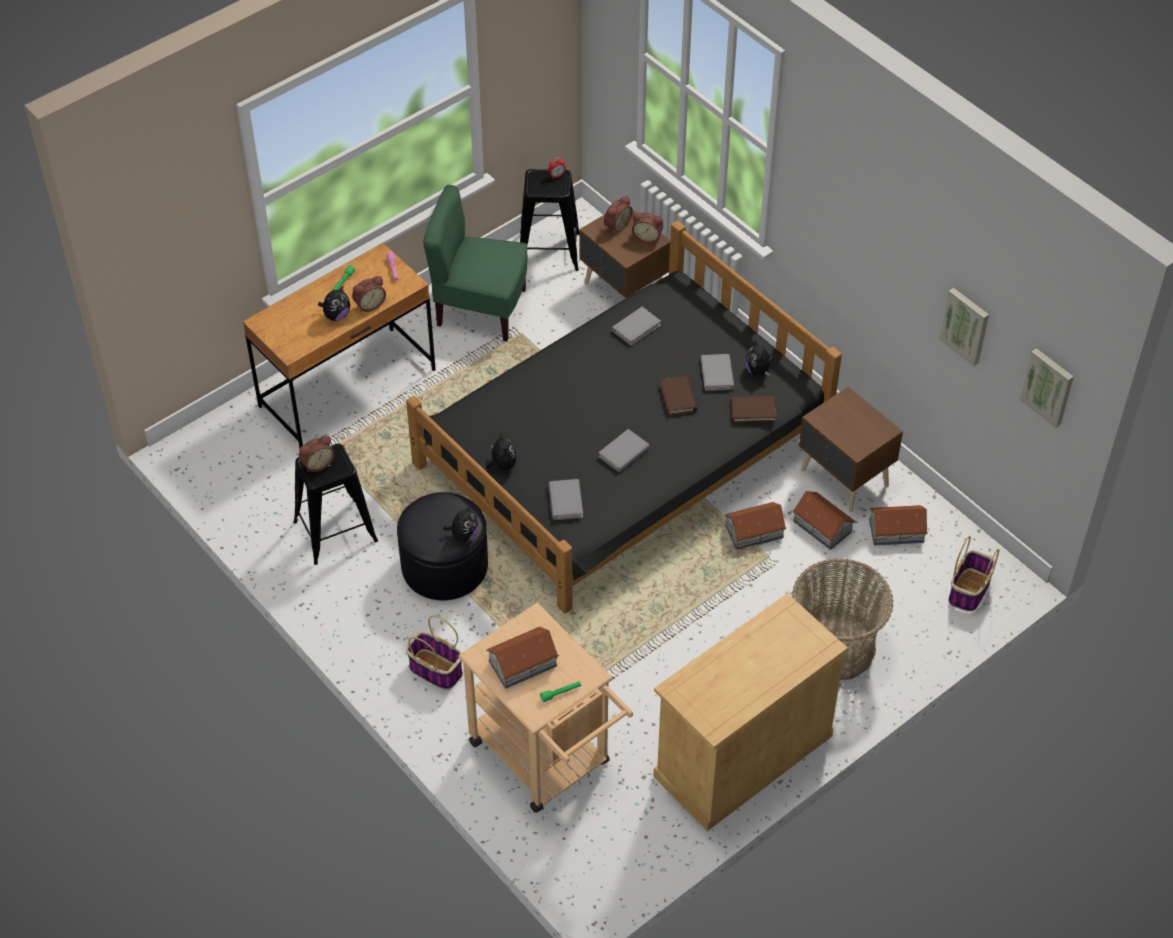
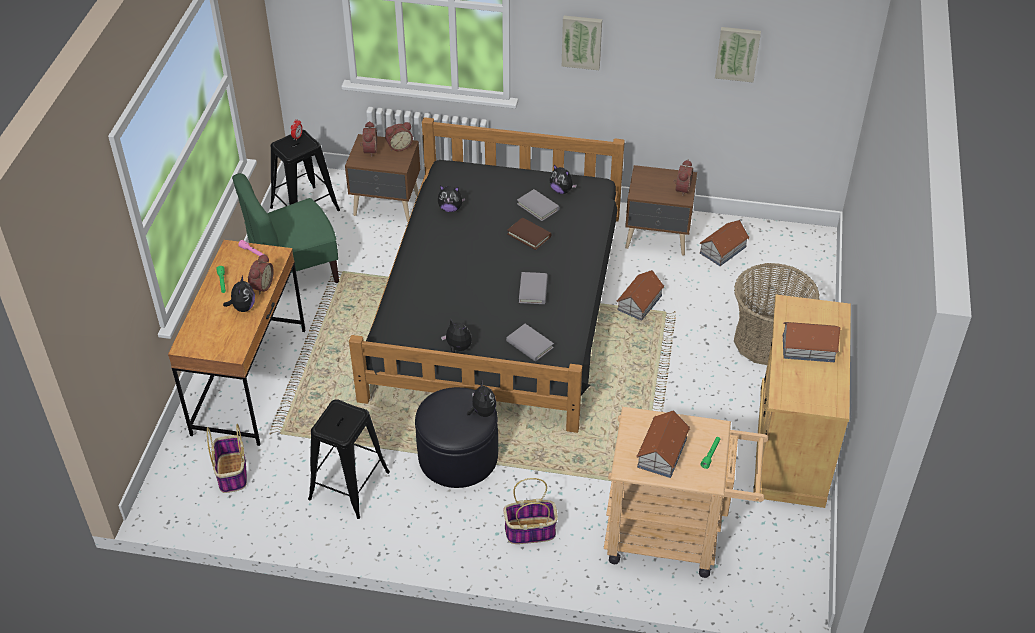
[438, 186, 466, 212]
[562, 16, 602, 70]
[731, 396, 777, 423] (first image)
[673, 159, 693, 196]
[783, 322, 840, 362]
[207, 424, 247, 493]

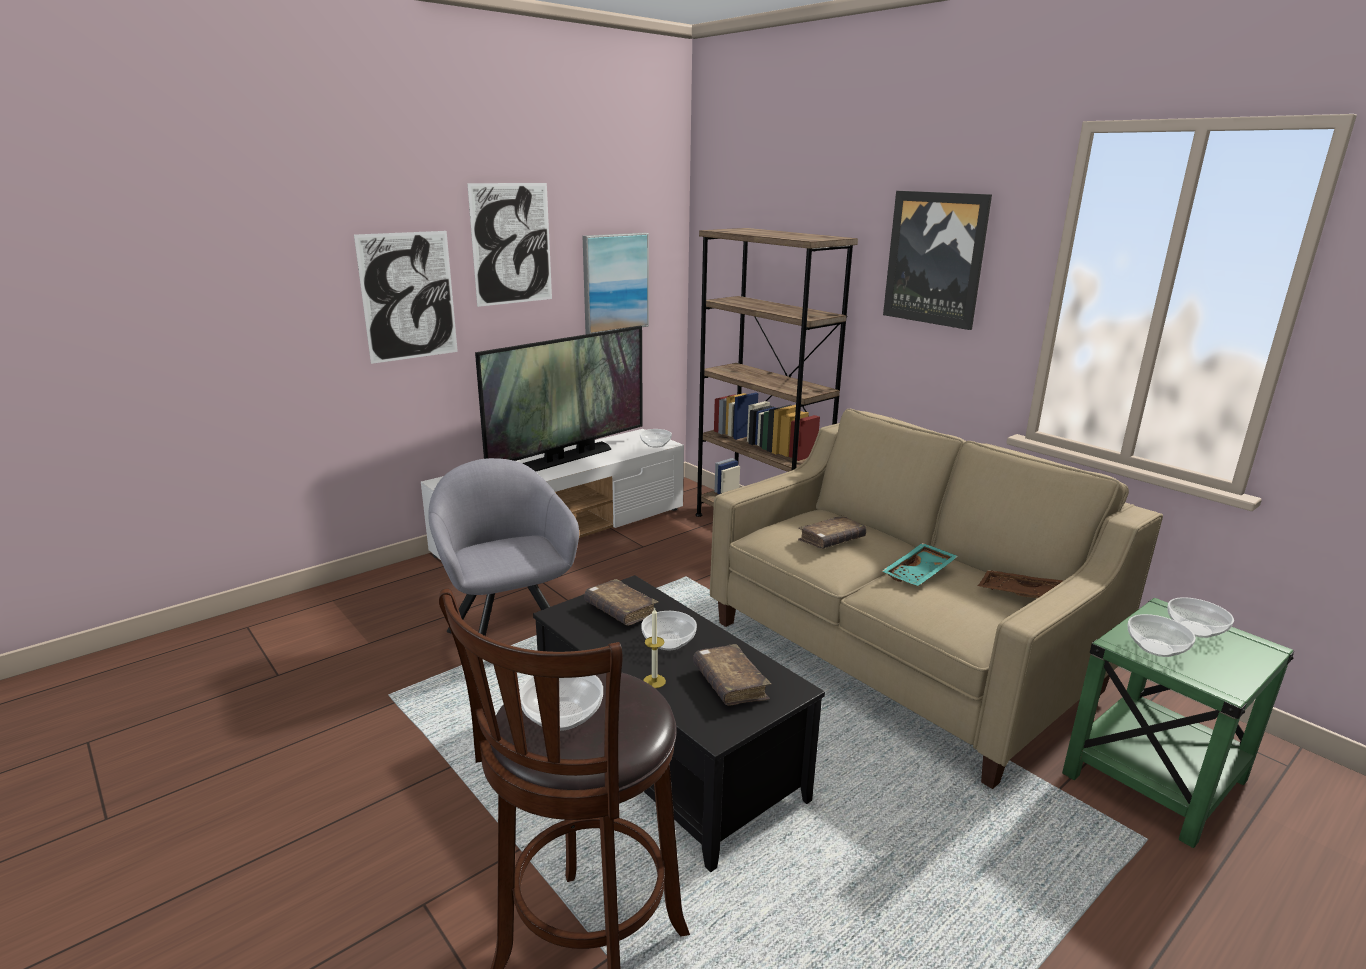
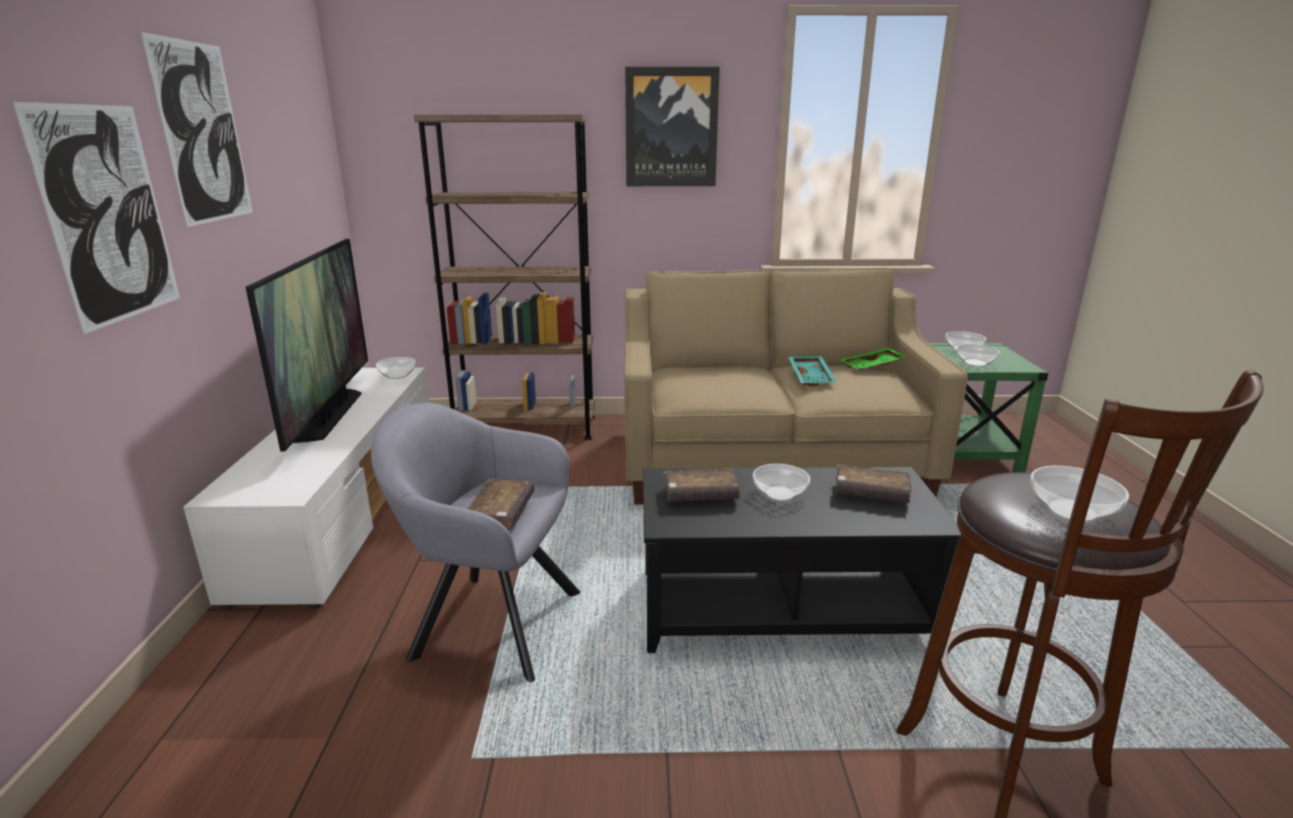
[583, 233, 649, 334] (first image)
[468, 479, 534, 531]
[841, 348, 905, 369]
[643, 607, 666, 688] (first image)

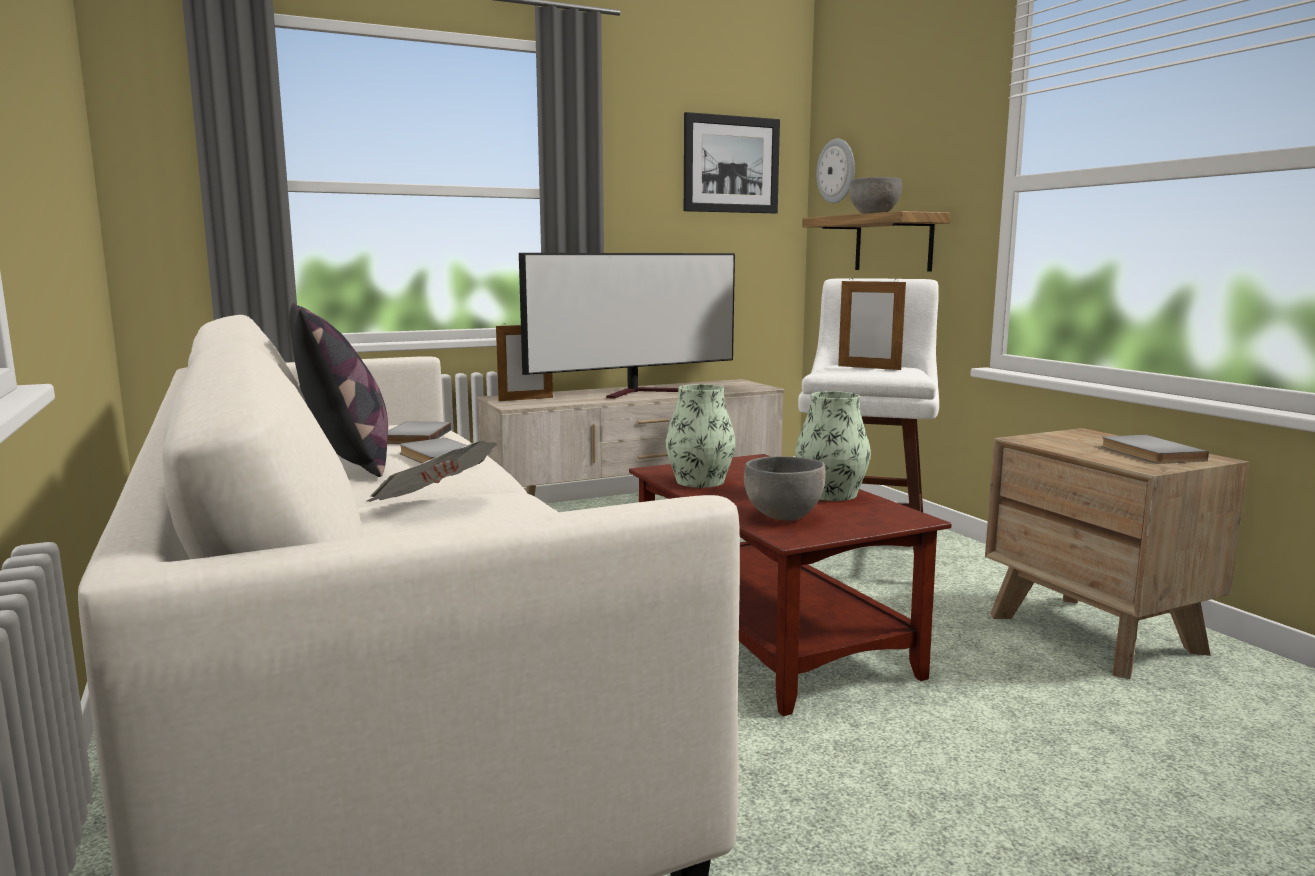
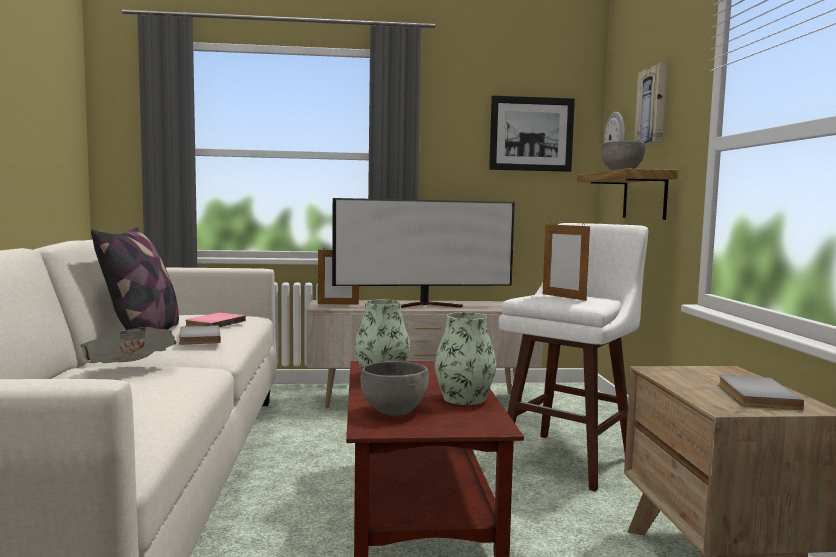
[186, 313, 246, 327]
[634, 63, 667, 145]

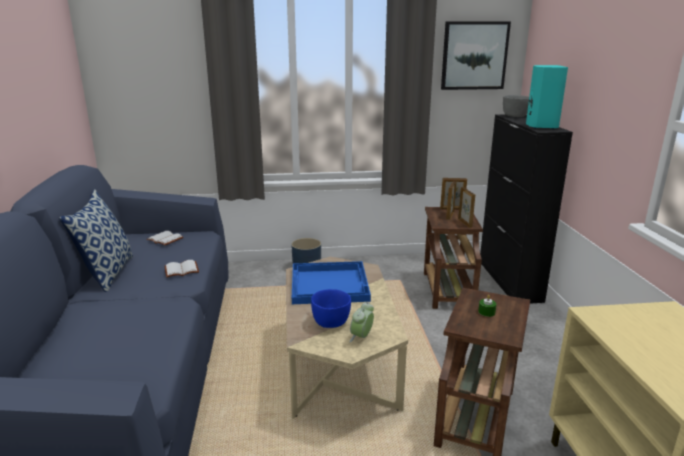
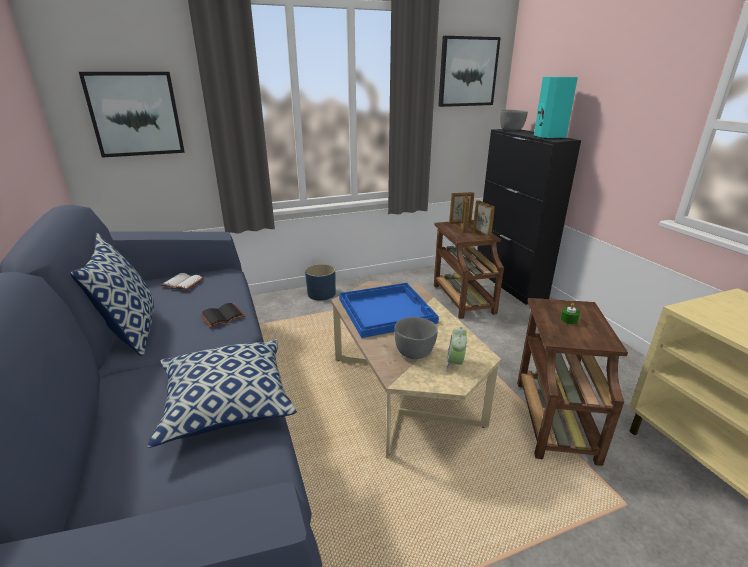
[200, 303, 245, 328]
[394, 317, 438, 359]
[79, 72, 185, 158]
[148, 339, 297, 448]

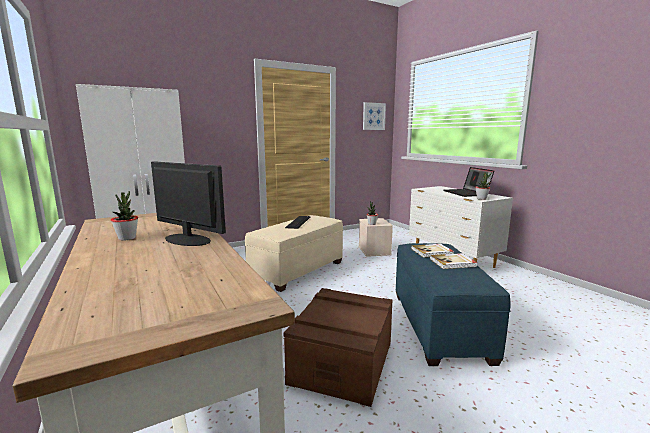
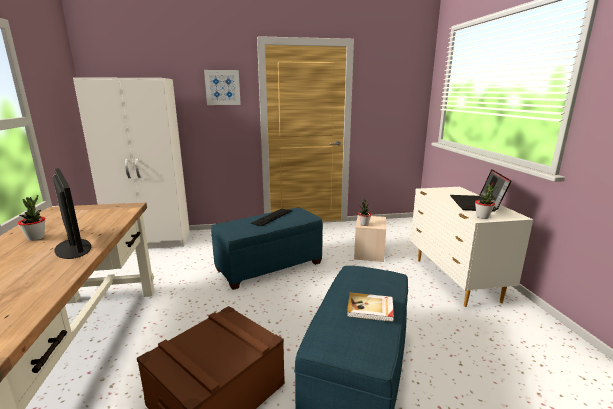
[204, 70, 241, 105]
[211, 207, 323, 290]
[411, 244, 454, 258] (first image)

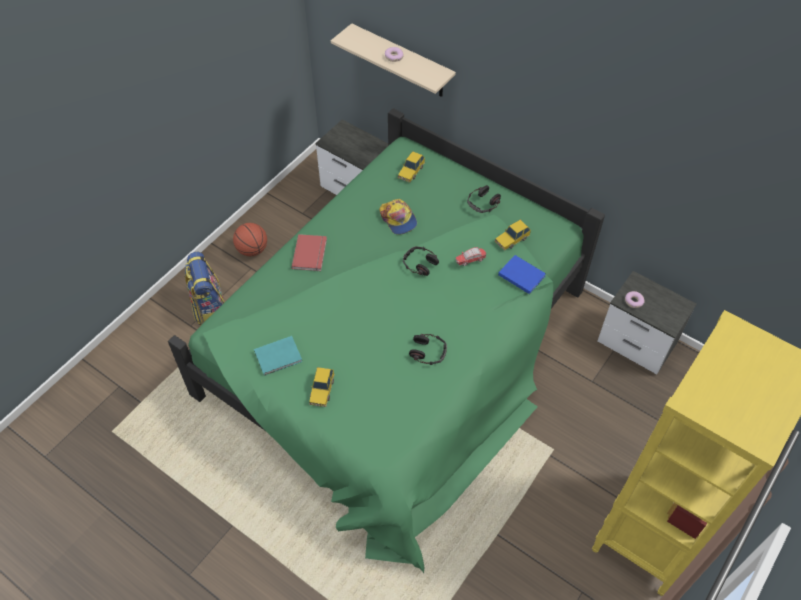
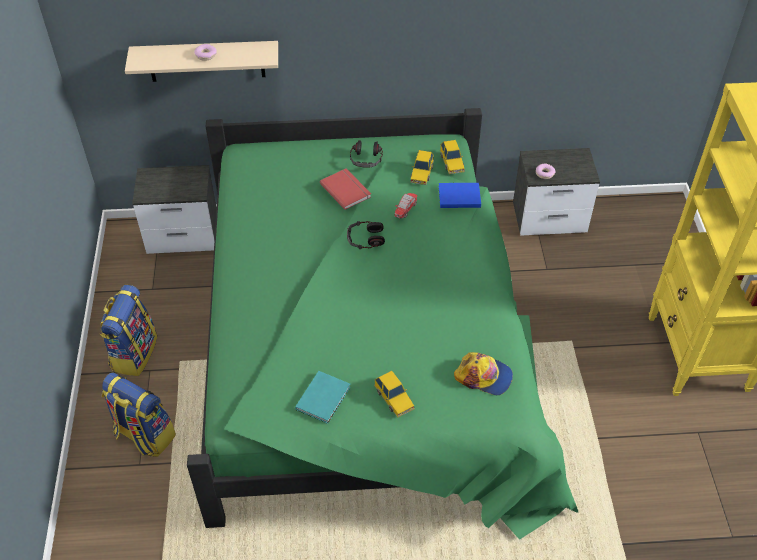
[440, 140, 465, 174]
[454, 352, 513, 395]
[100, 285, 157, 376]
[320, 169, 371, 210]
[409, 334, 447, 365] (first image)

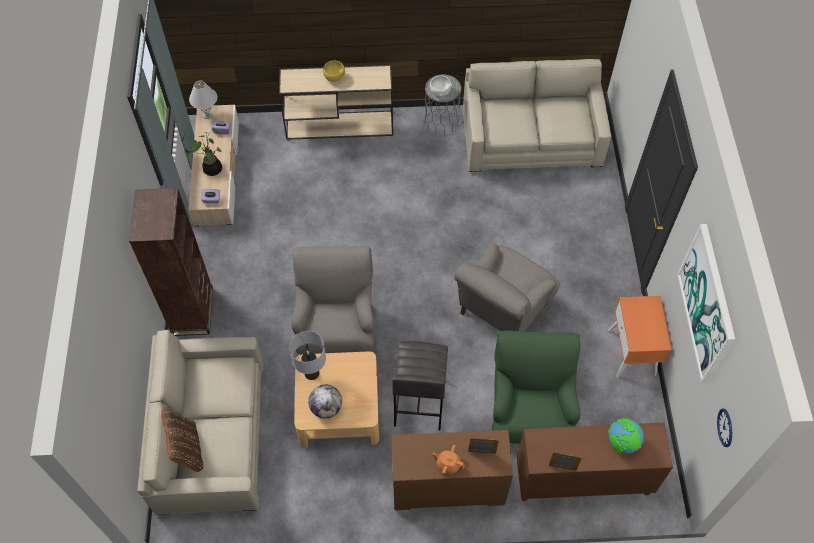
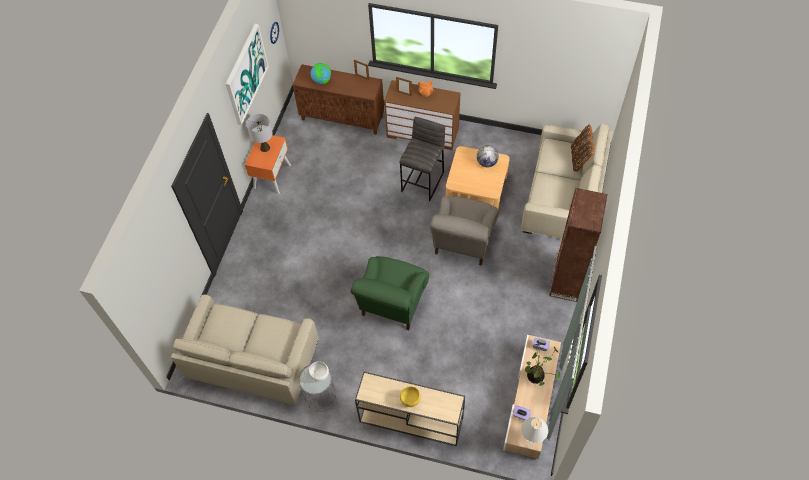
[454, 243, 560, 331] (first image)
[351, 256, 429, 330]
[247, 114, 273, 152]

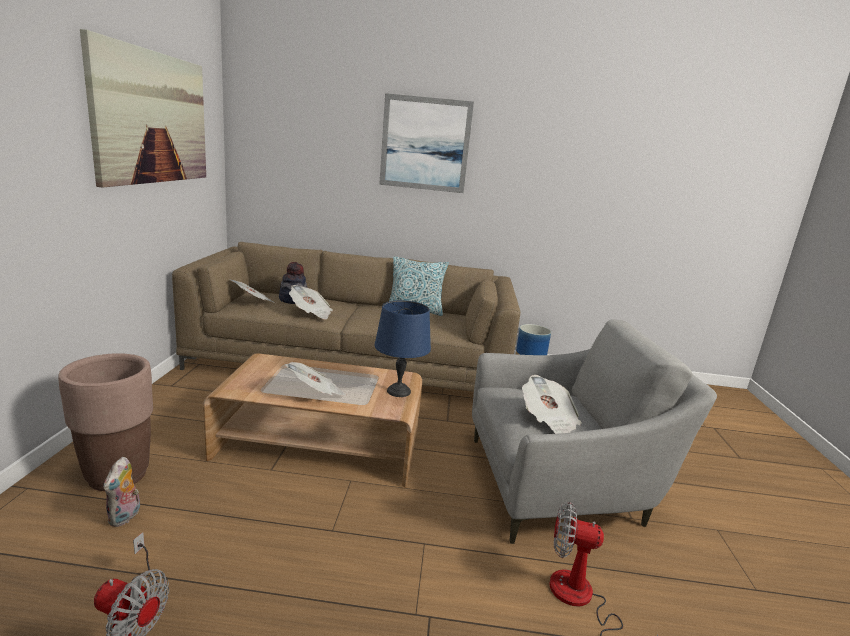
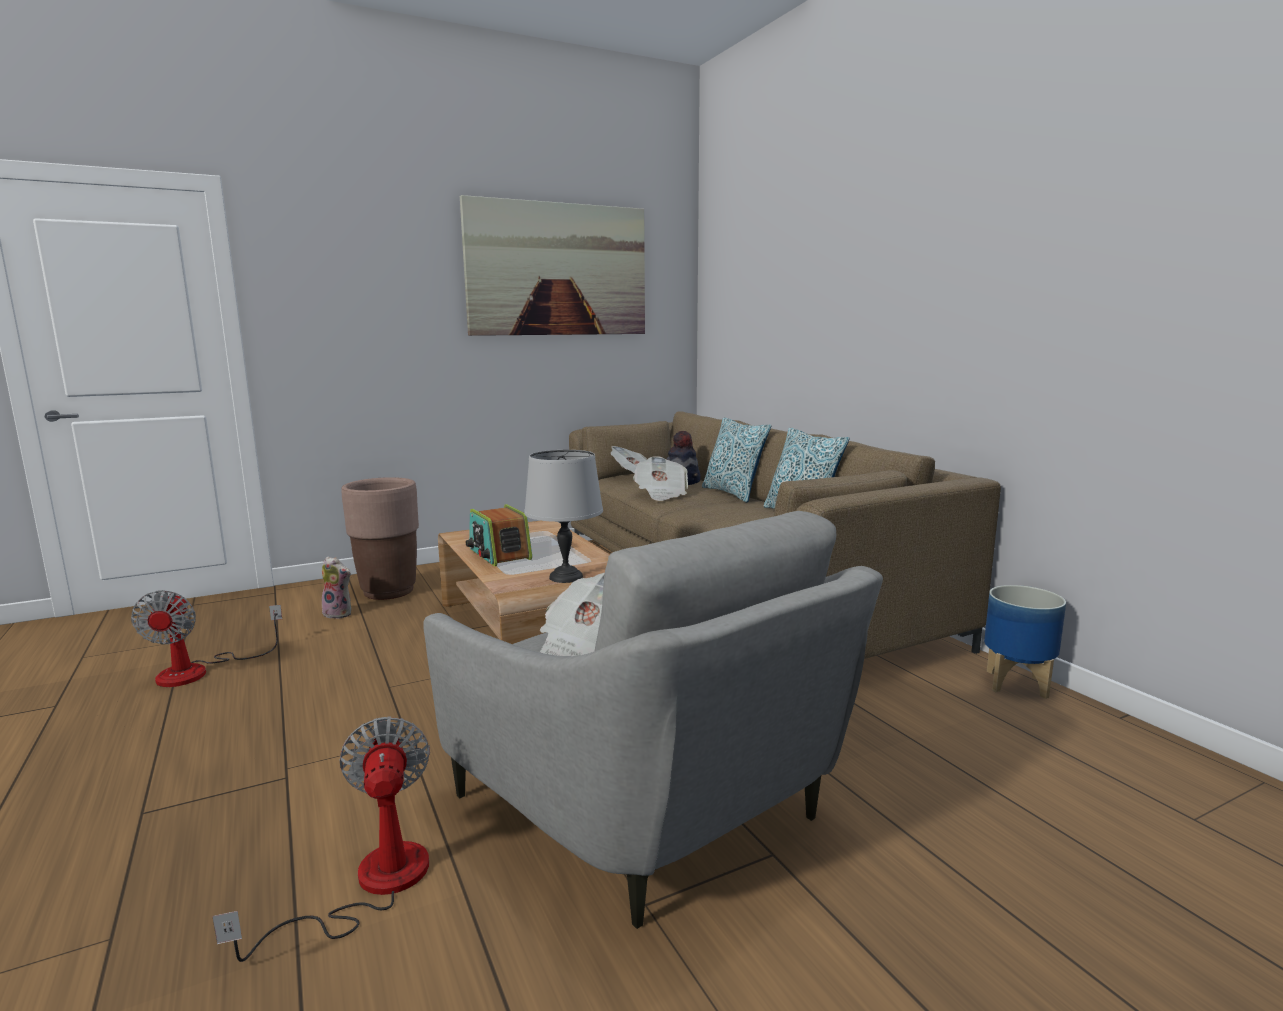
[379, 93, 474, 193] (first image)
[524, 450, 603, 583]
[466, 504, 532, 566]
[321, 556, 351, 619]
[702, 418, 771, 503]

